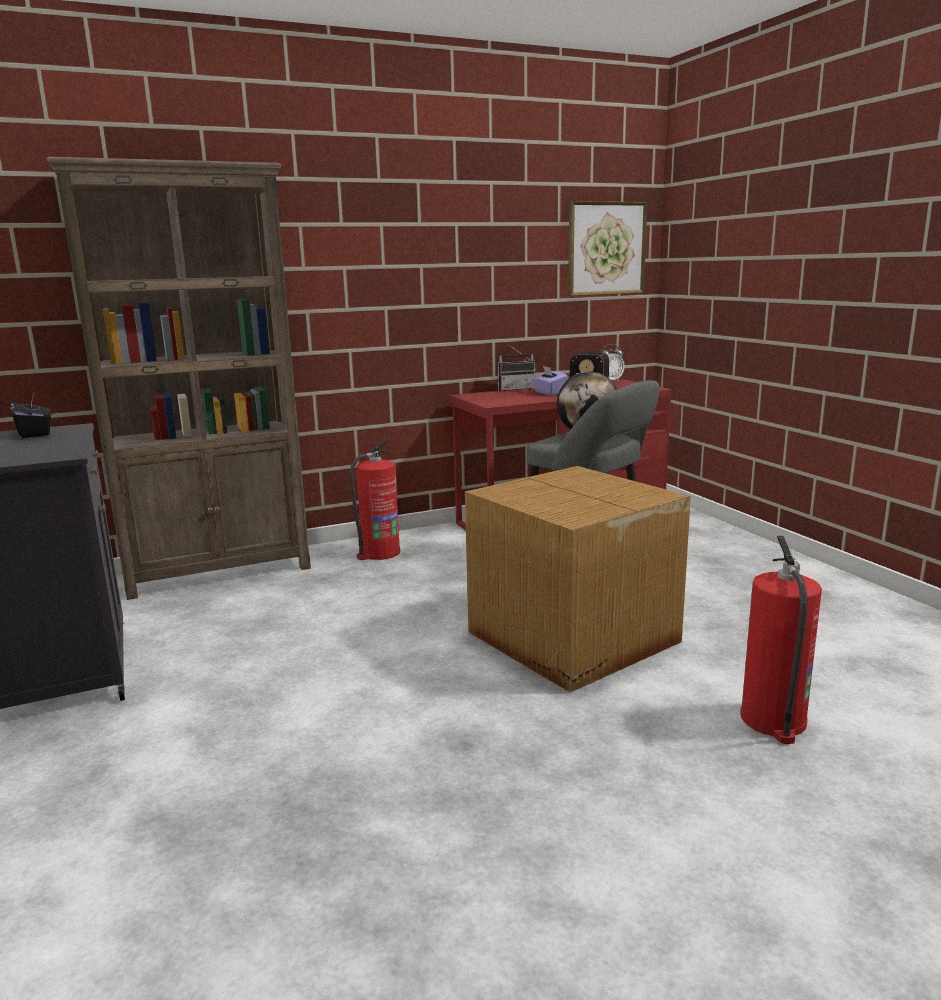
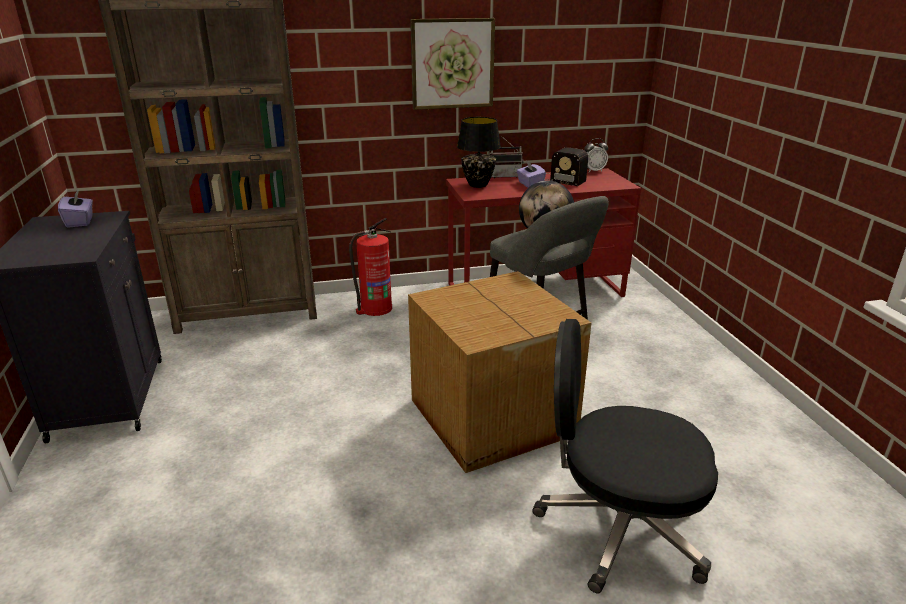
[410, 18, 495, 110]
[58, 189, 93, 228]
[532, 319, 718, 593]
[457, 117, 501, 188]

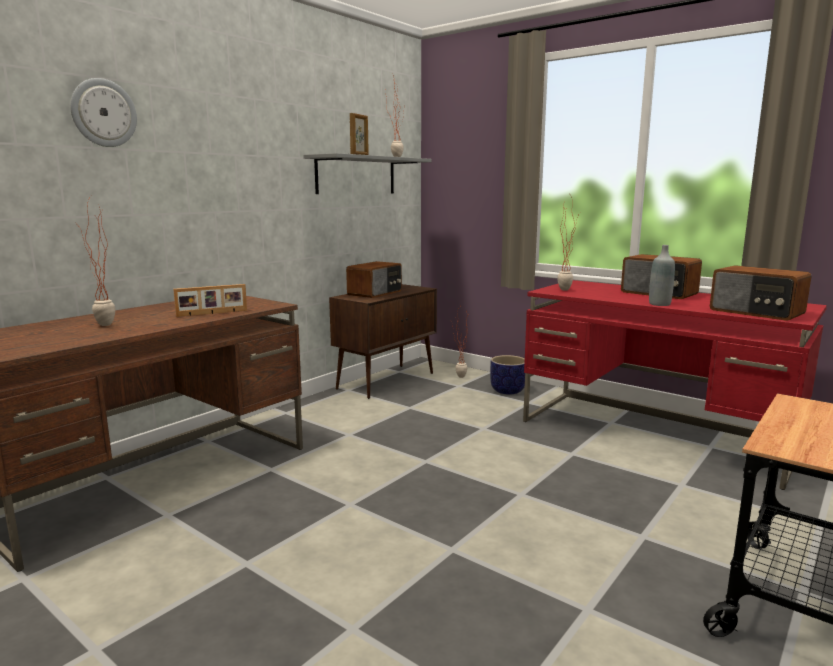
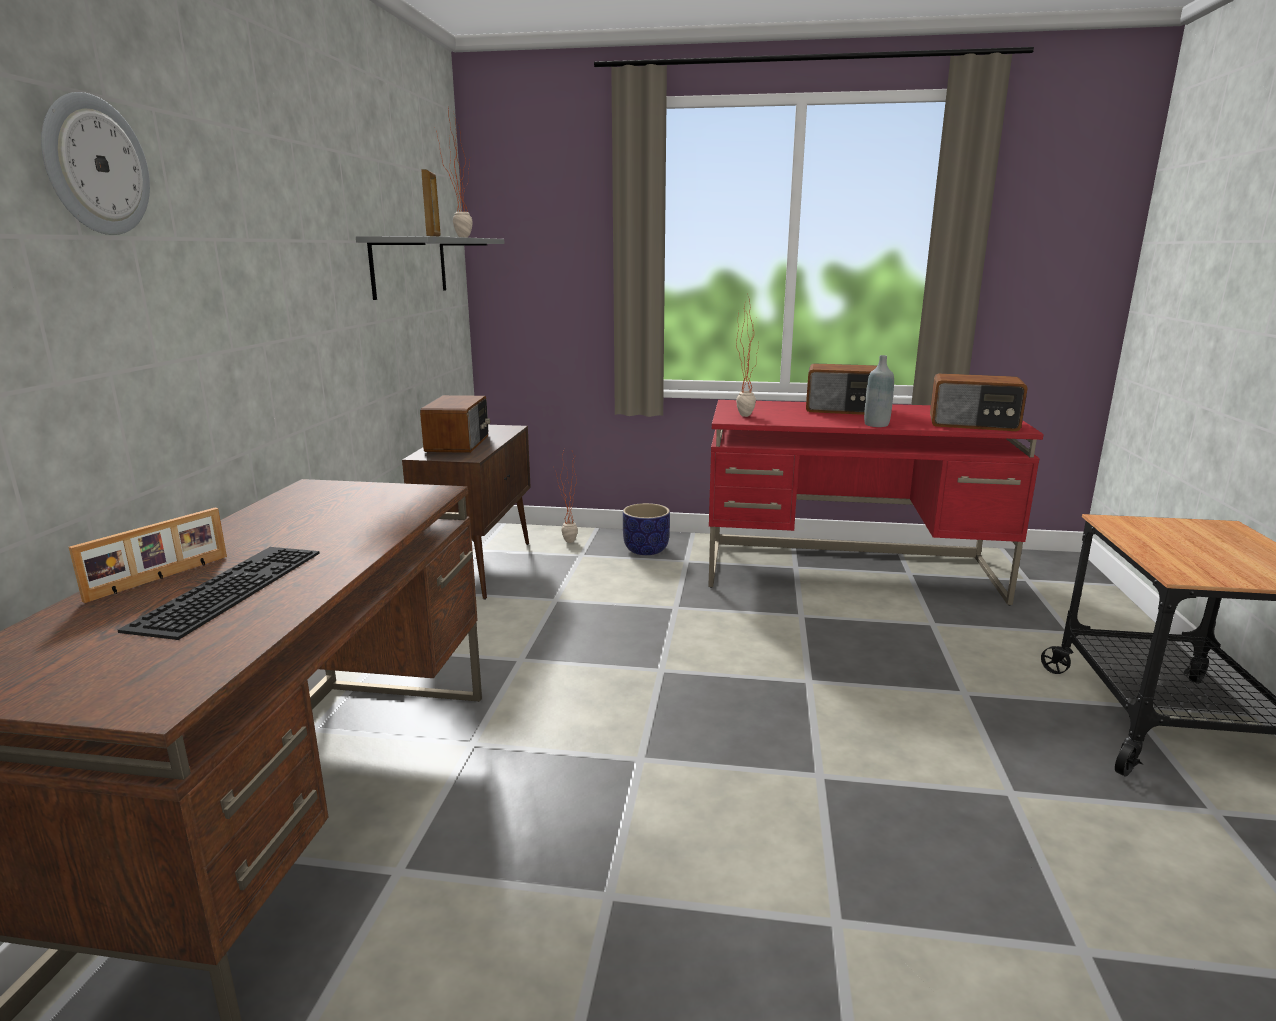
[118, 547, 320, 640]
[69, 508, 227, 603]

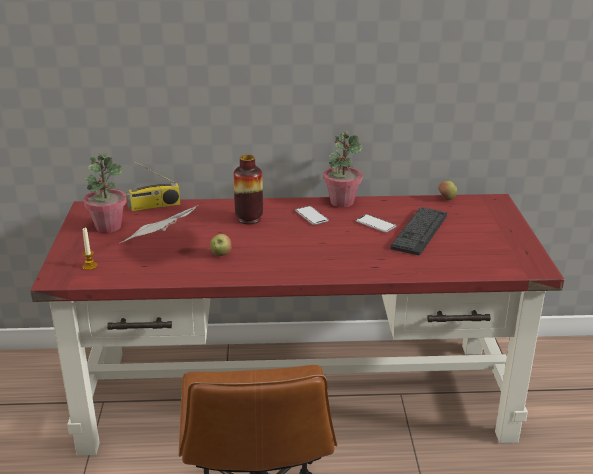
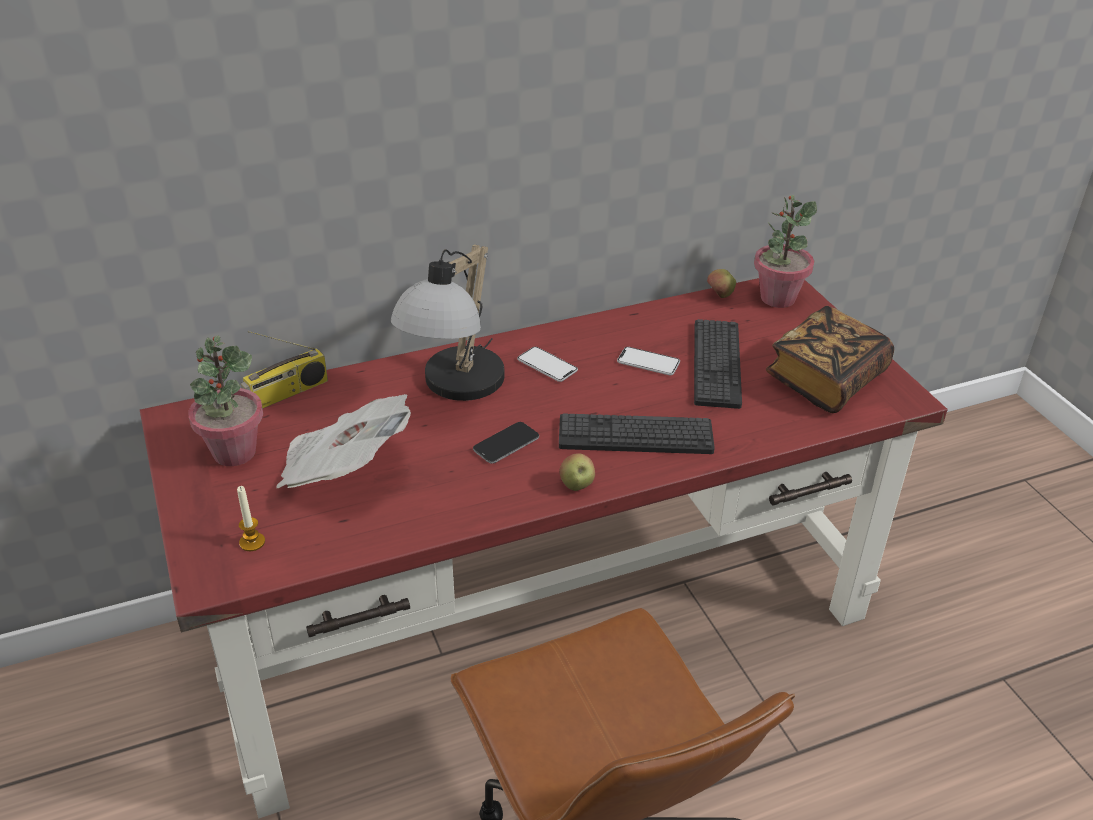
[754, 195, 817, 308]
[391, 245, 504, 401]
[559, 453, 595, 491]
[766, 306, 894, 413]
[559, 413, 715, 454]
[473, 422, 539, 464]

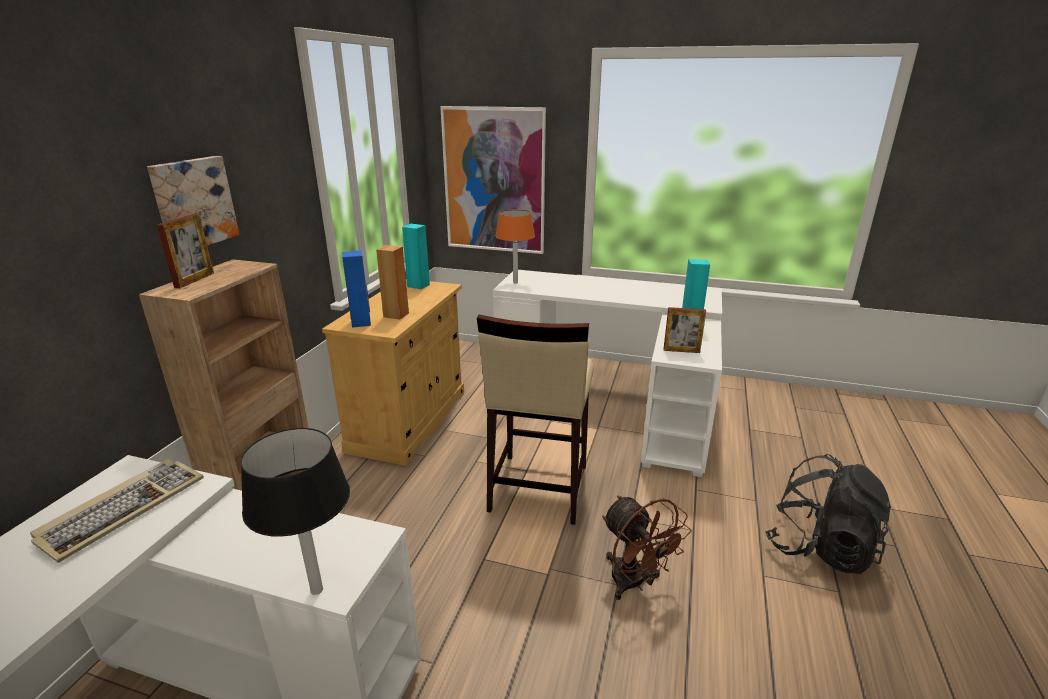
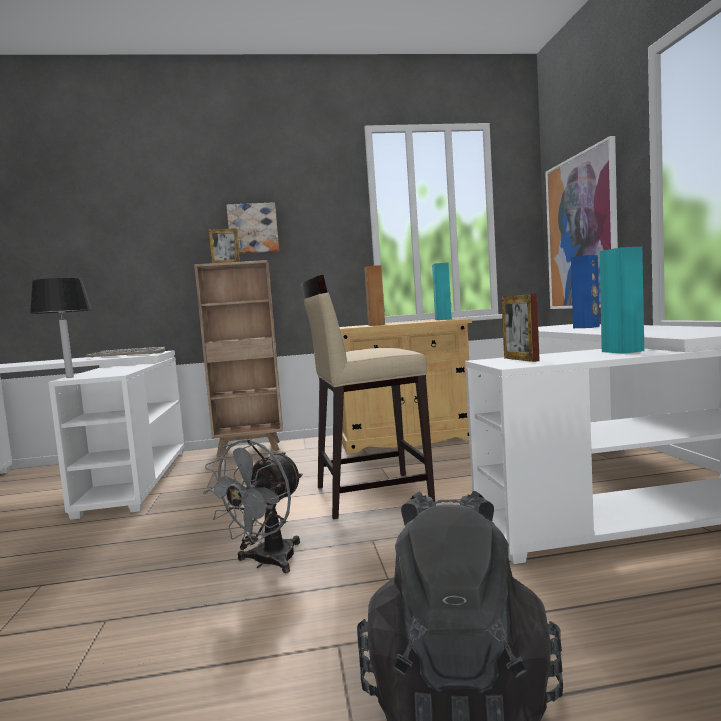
[495, 209, 535, 283] (first image)
[571, 255, 600, 328]
[203, 439, 303, 573]

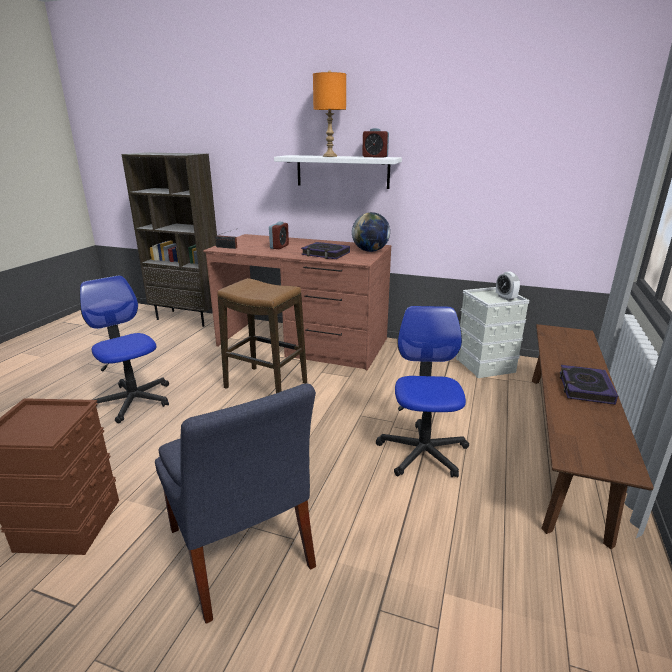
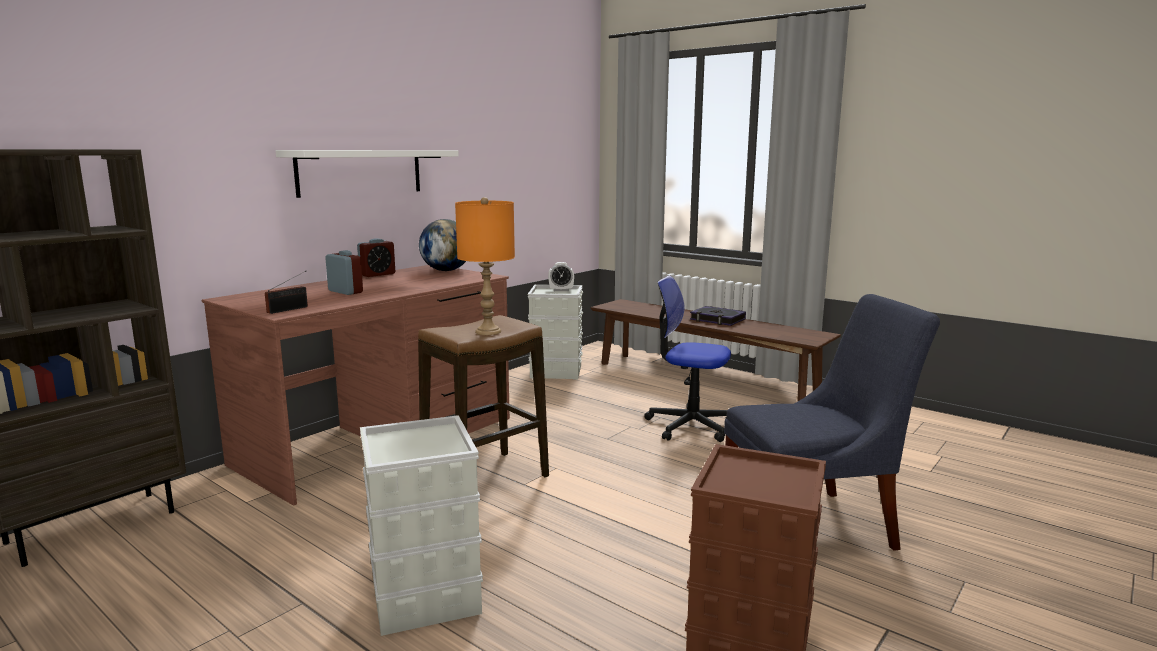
[455, 197, 515, 335]
[357, 238, 395, 277]
[301, 242, 350, 259] (first image)
[360, 415, 483, 636]

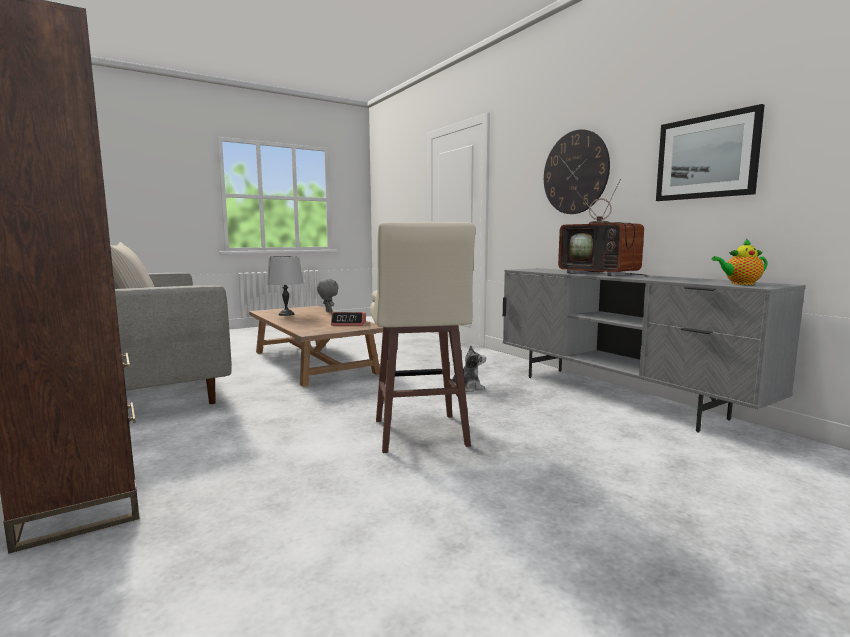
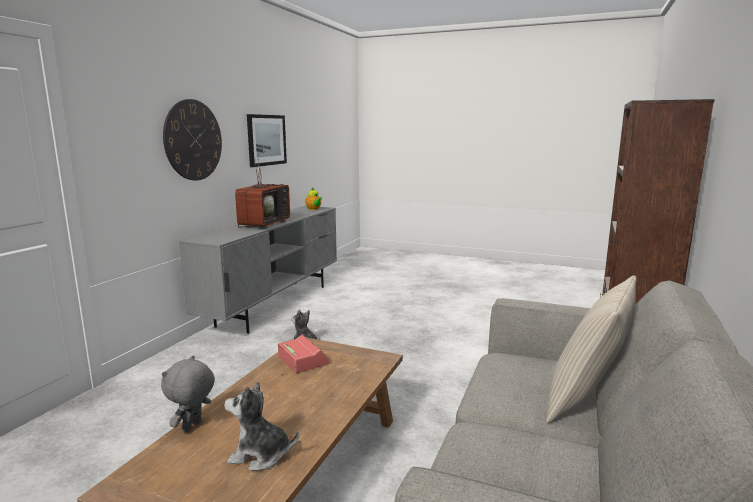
[370, 222, 475, 453] (first image)
[224, 381, 299, 471]

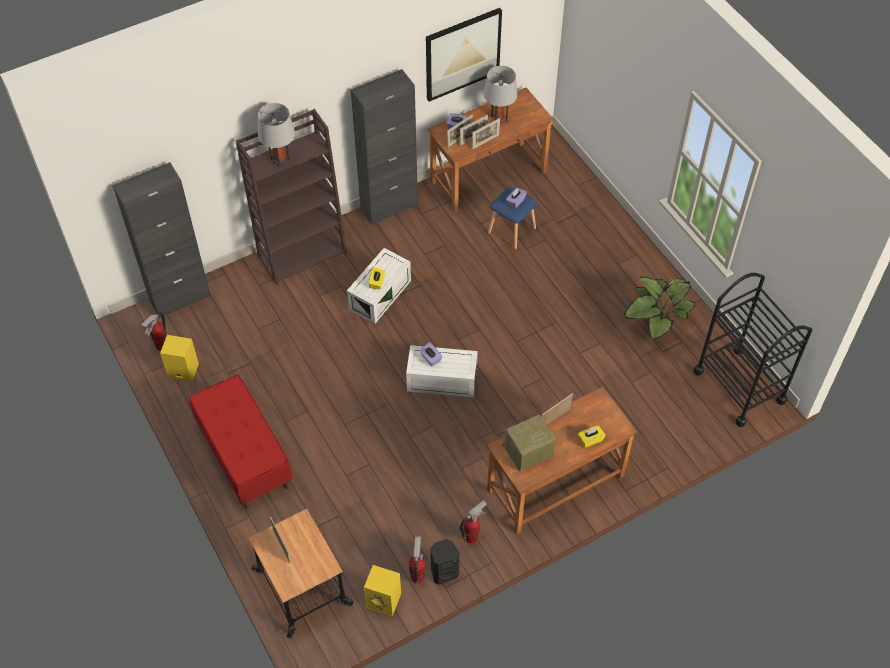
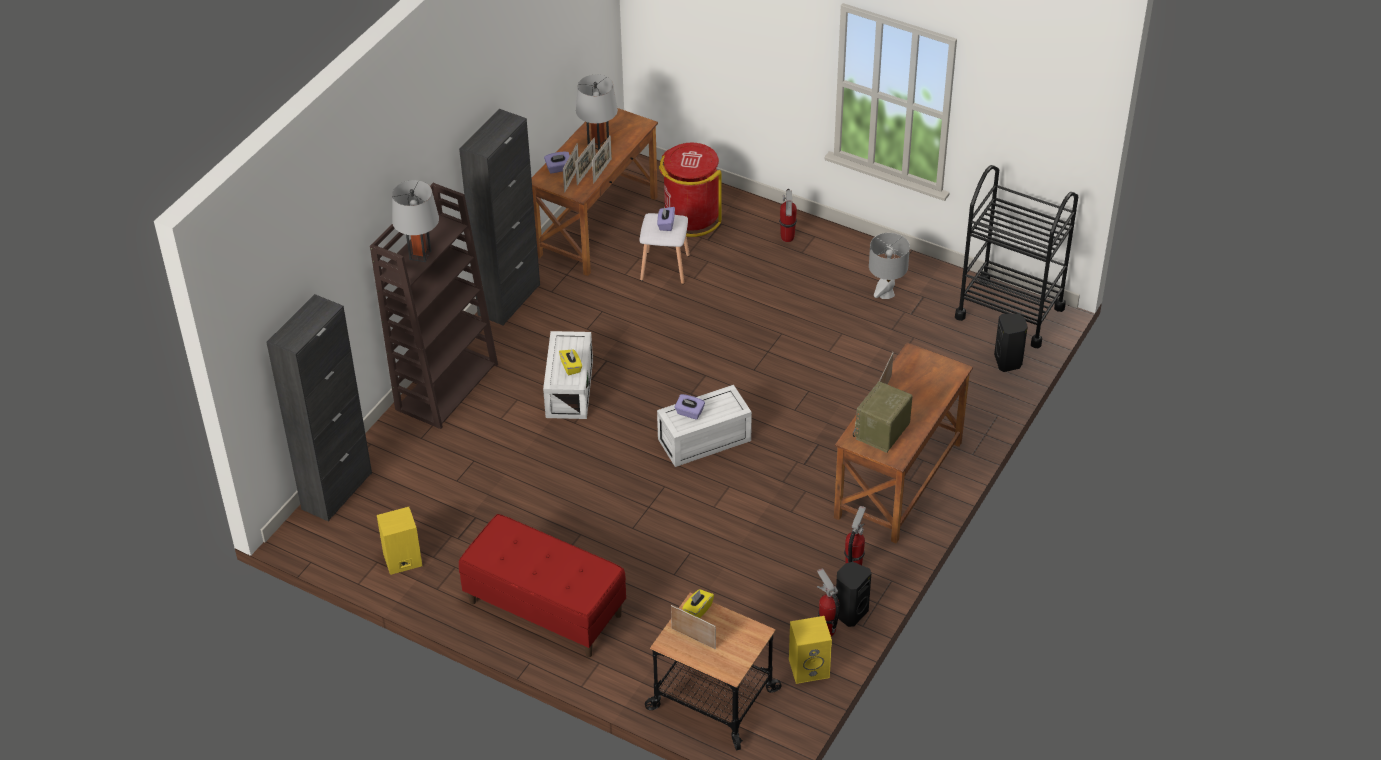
[426, 8, 502, 102] (first image)
[639, 213, 690, 284]
[869, 233, 910, 299]
[779, 189, 797, 242]
[682, 589, 714, 618]
[659, 143, 721, 237]
[994, 314, 1028, 372]

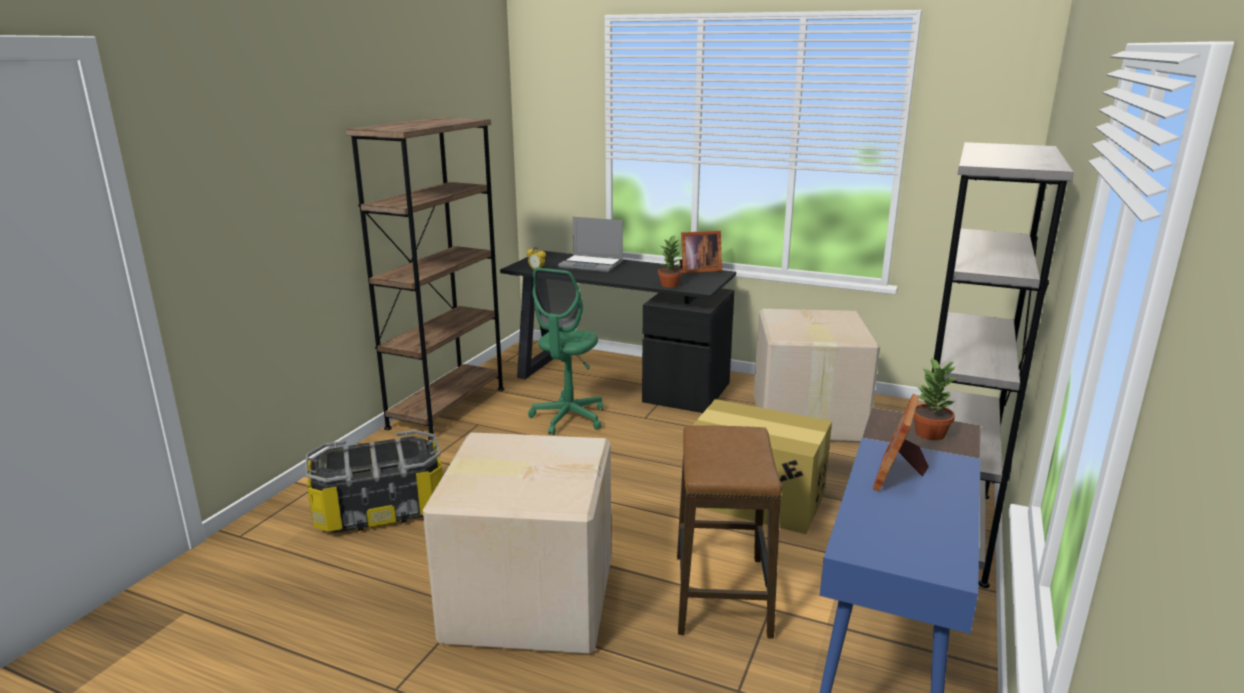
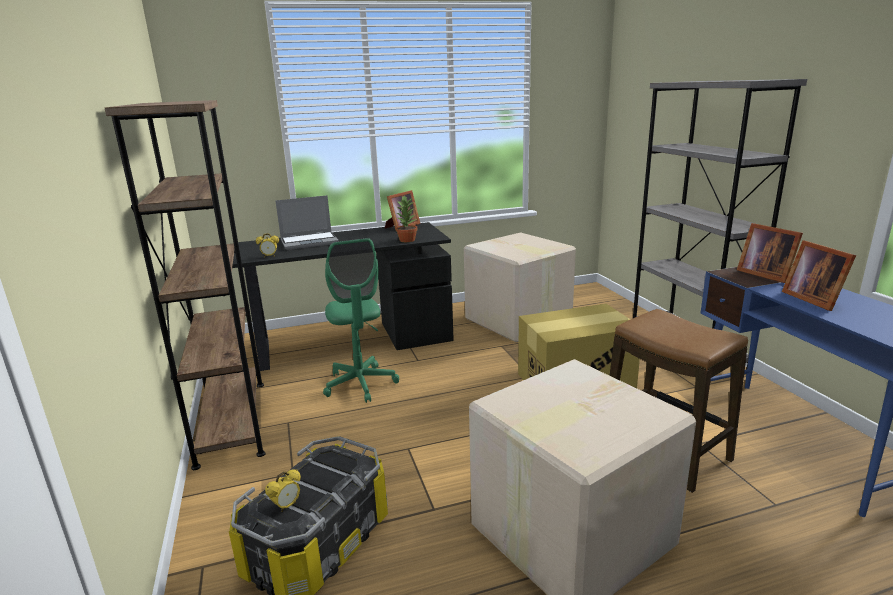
[737, 223, 803, 283]
[265, 469, 301, 512]

